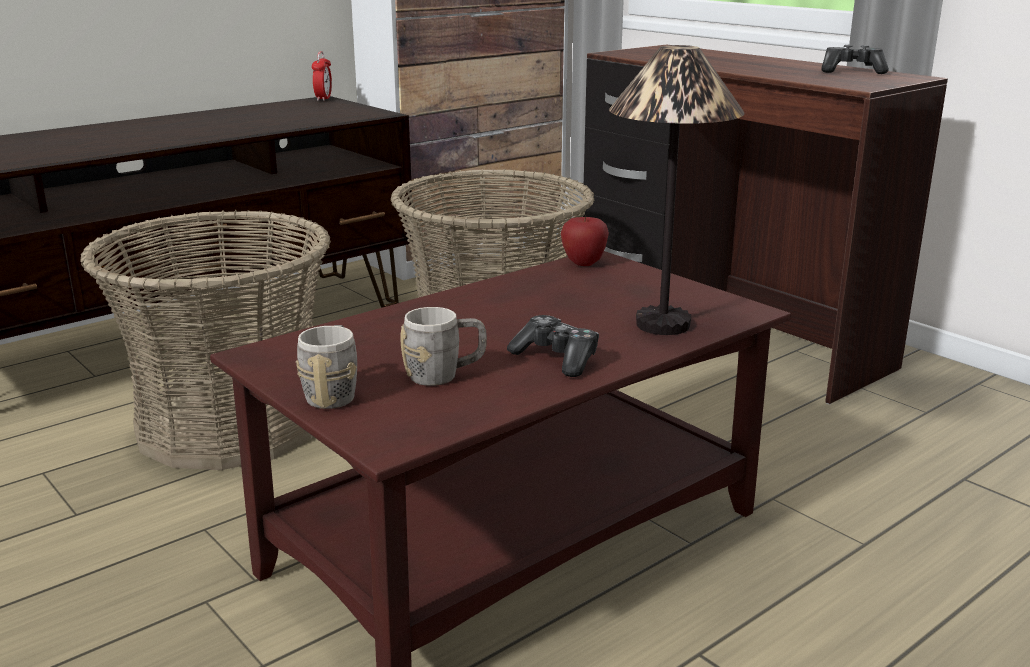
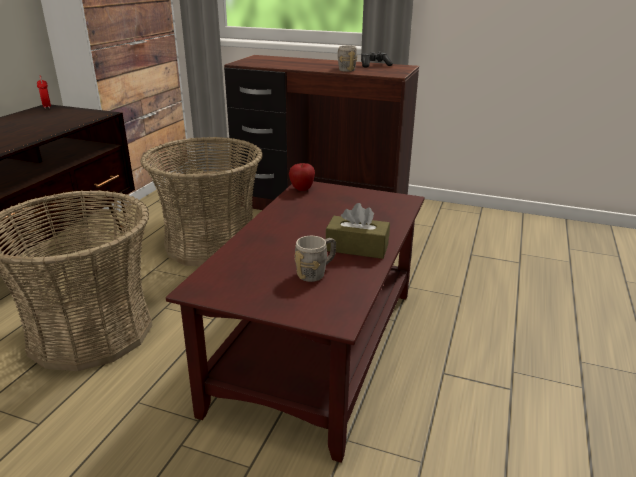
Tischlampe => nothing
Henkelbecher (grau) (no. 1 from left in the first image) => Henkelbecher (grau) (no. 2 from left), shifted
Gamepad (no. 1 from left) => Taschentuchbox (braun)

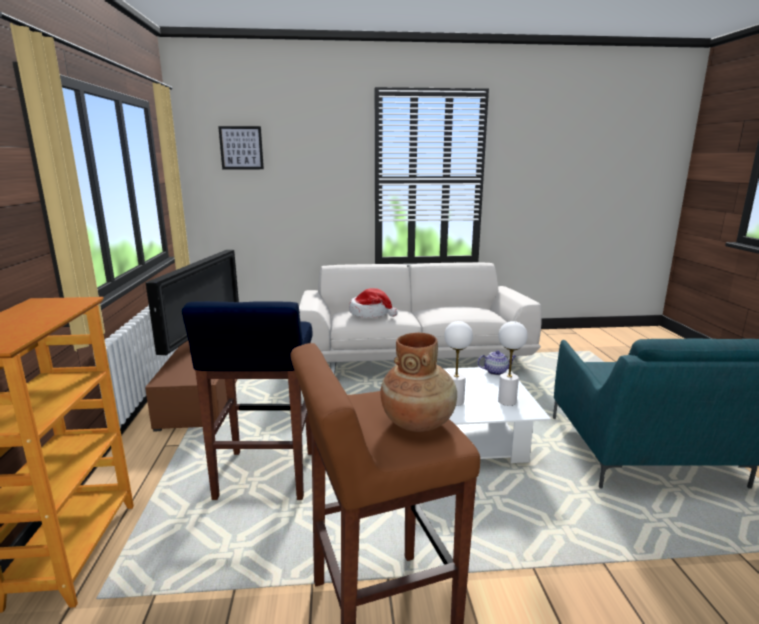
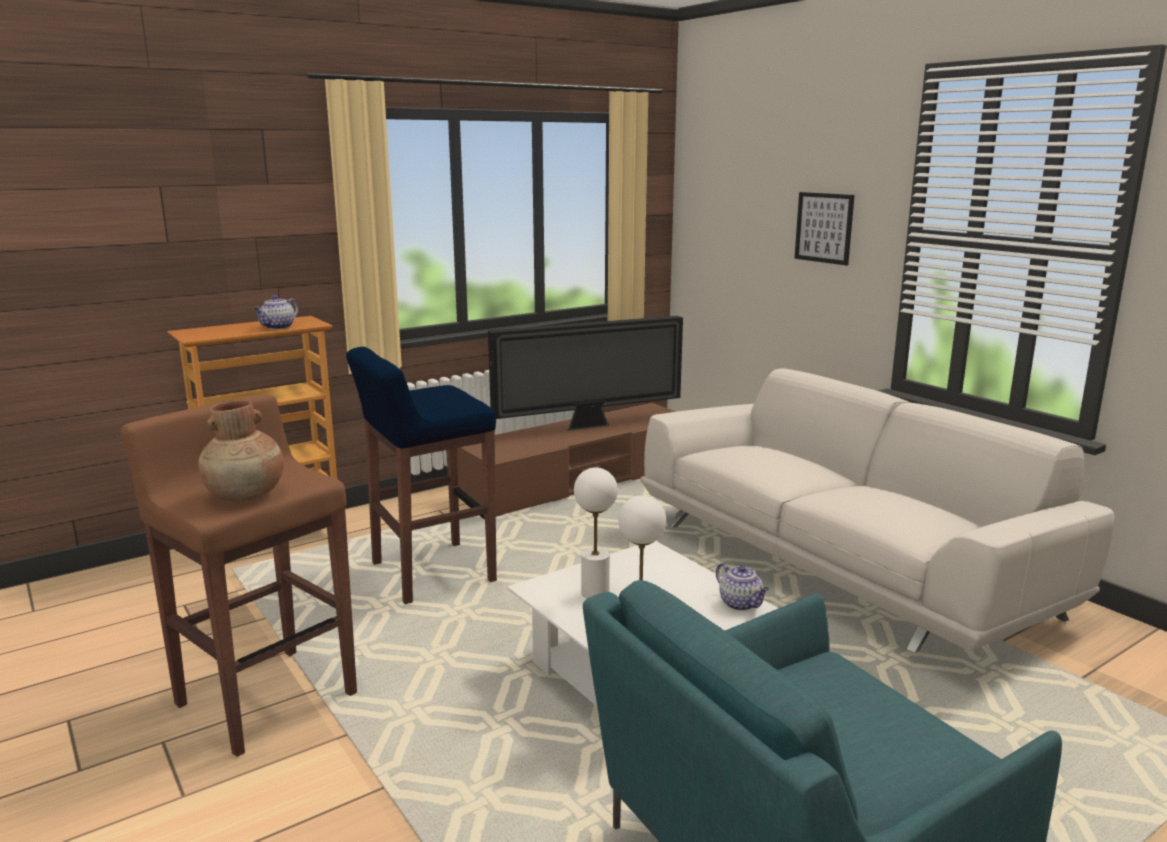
Hut => nothing
nothing => Teekanne (no. 1 from left)
Bild, shifted

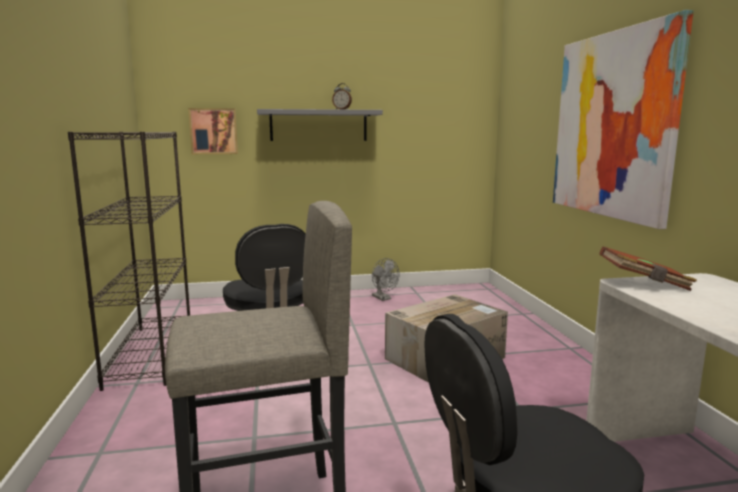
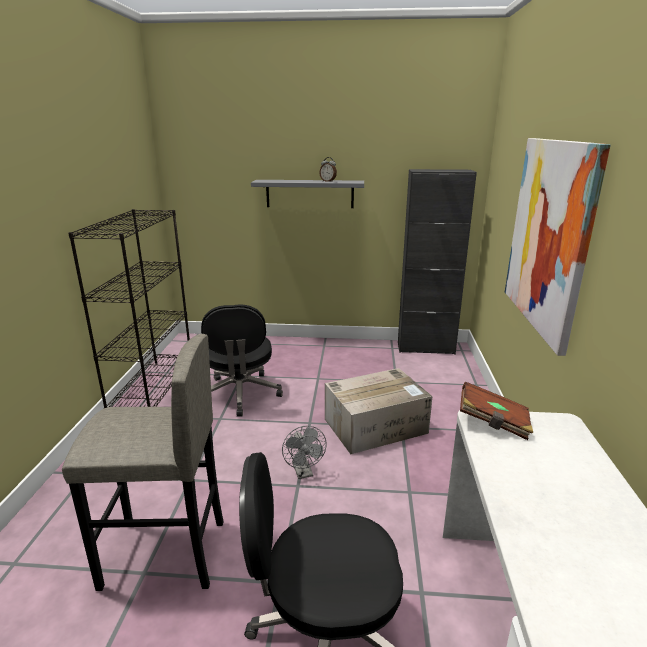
Bild (no. 1 from left) => nothing
nothing => Schrank (schwarz)
Ventilator (grau), shifted

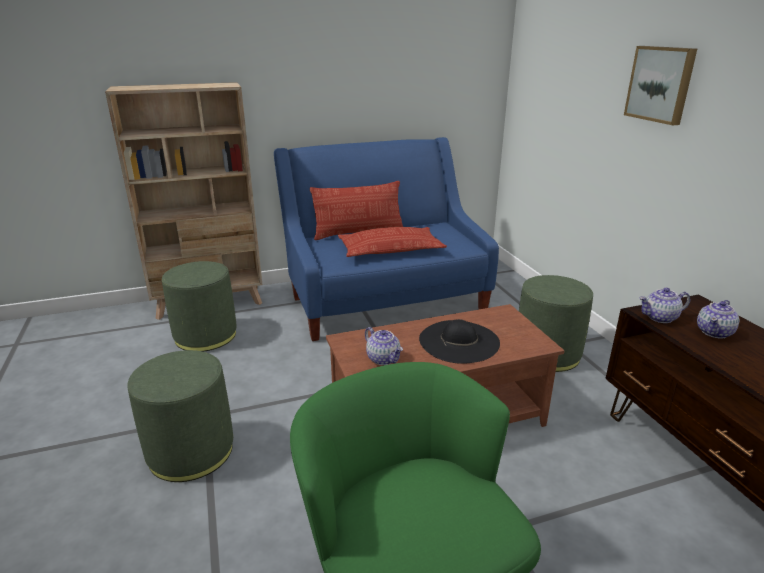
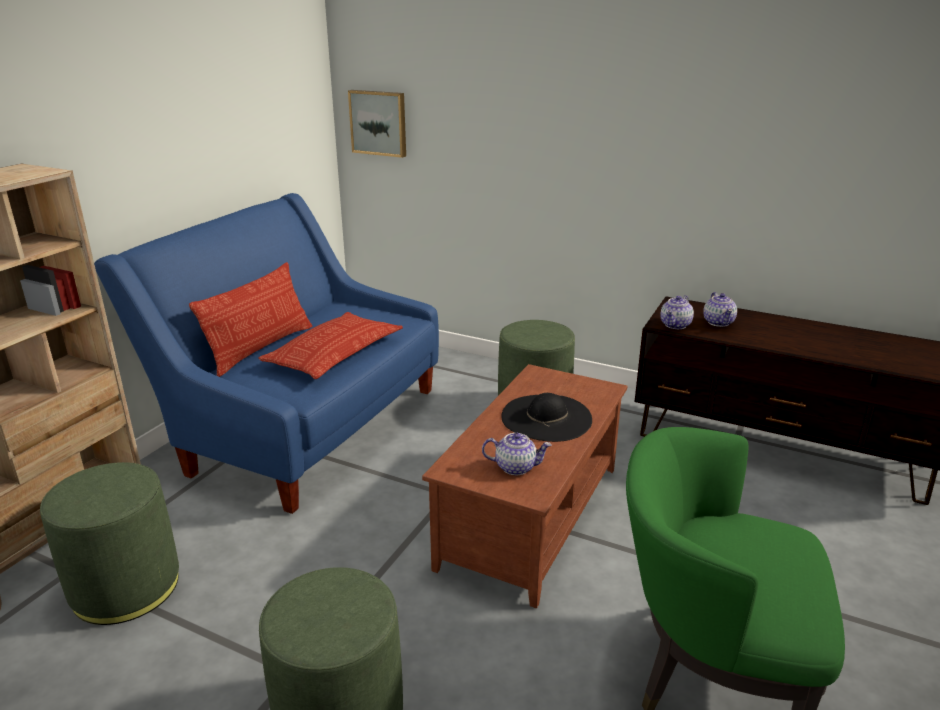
Bild, shifted

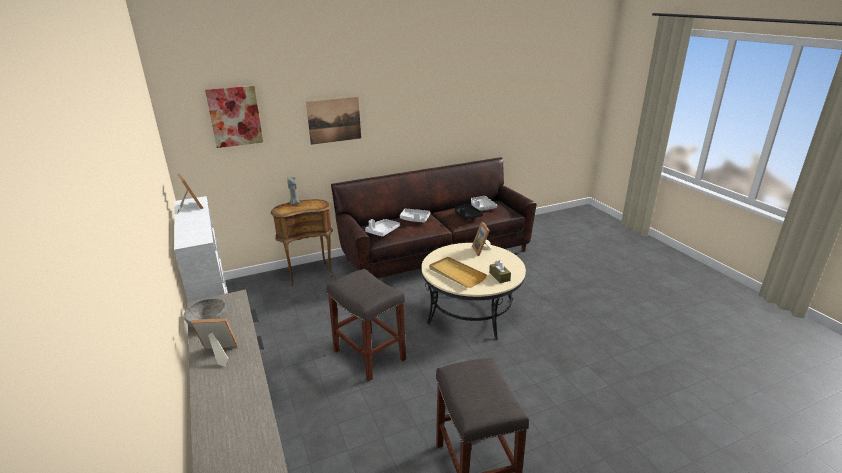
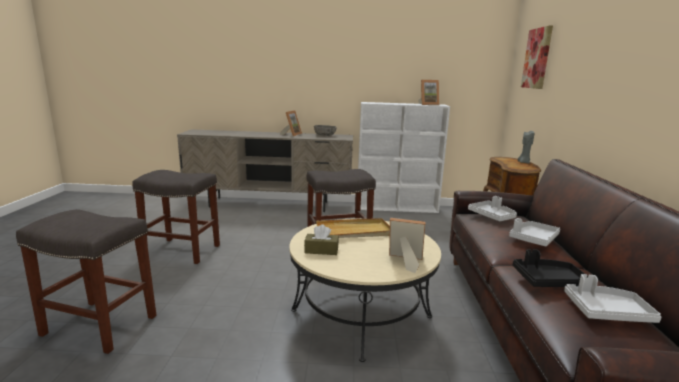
Bild (no. 2 from left) => nothing
nothing => Hocker (grau) (no. 1 from left)

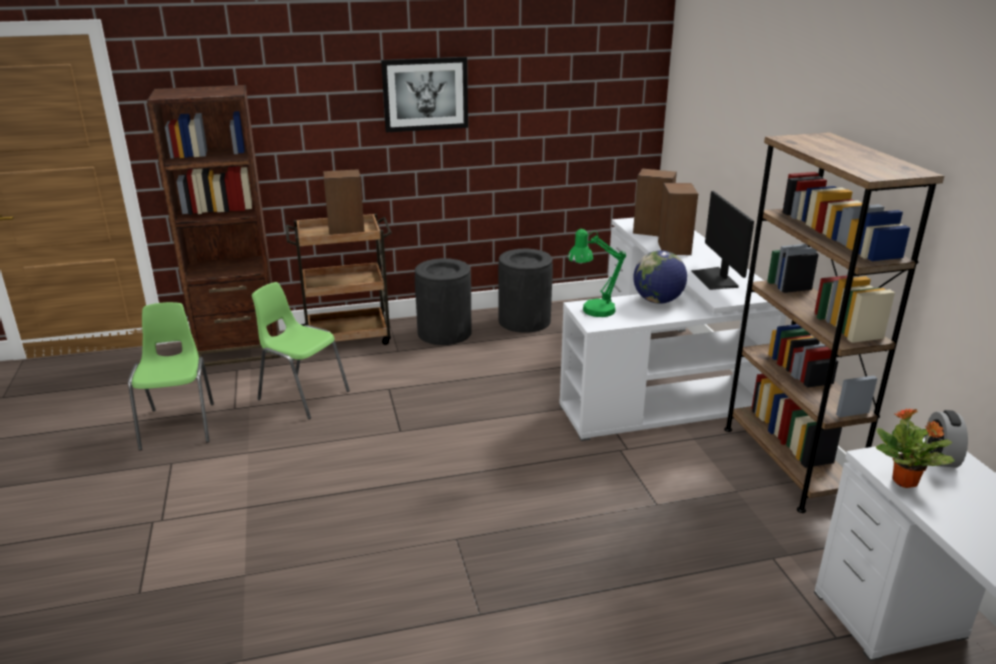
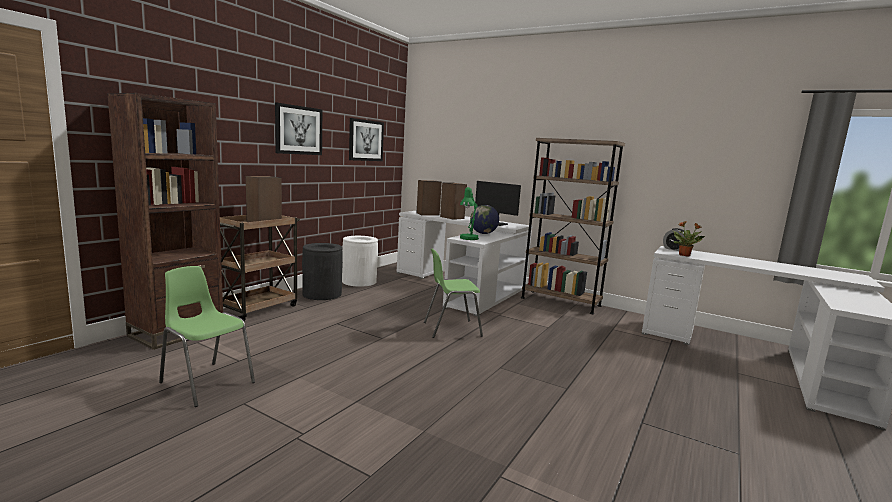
nothing => Bild (no. 2 from left)
Stuhl (grün) (no. 2 from left), shifted
Mülleimer (schwarz) (no. 2 from left) => Mülleimer (weiß)

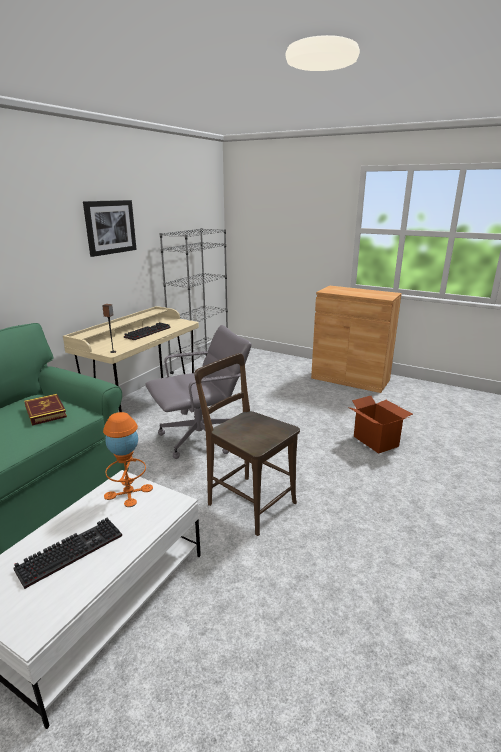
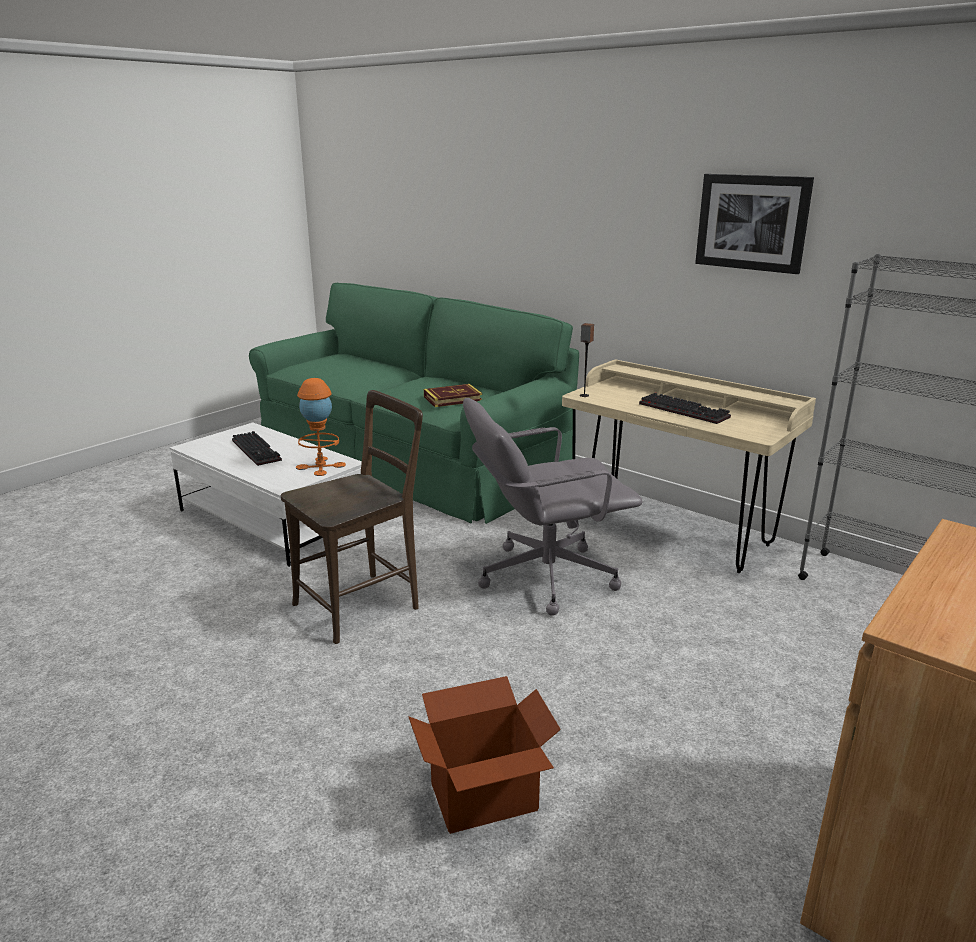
Bürostuhl (grau), 90 degrees clockwise

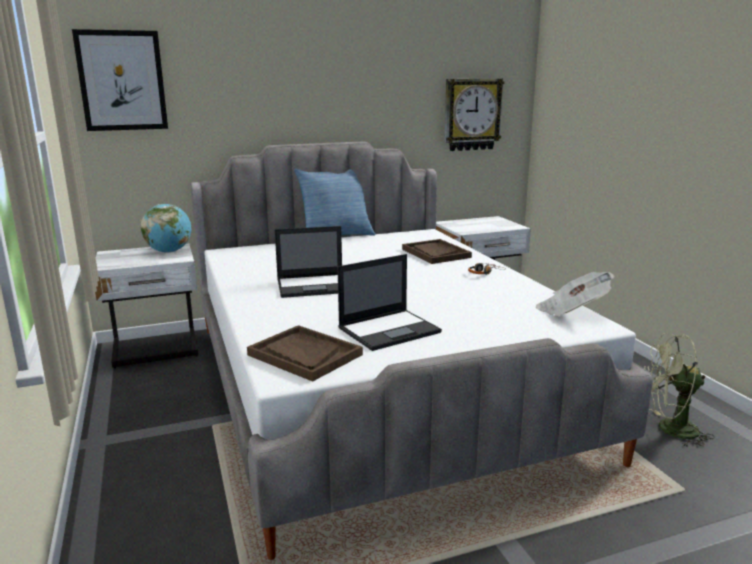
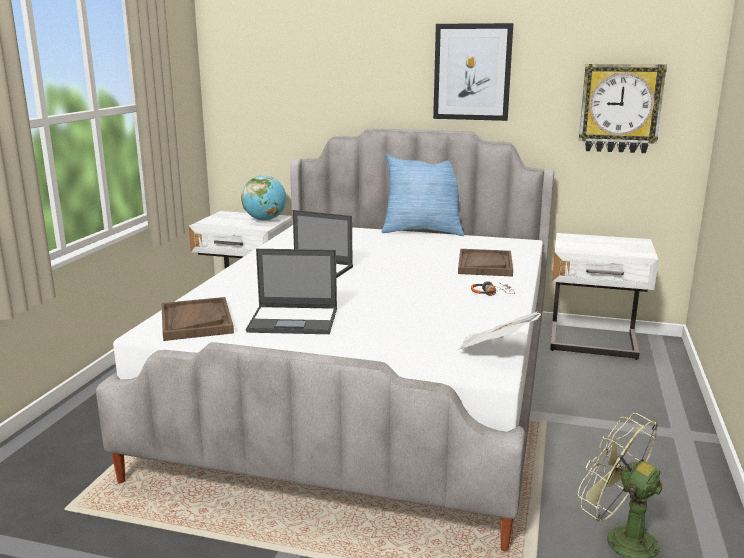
Bild, shifted

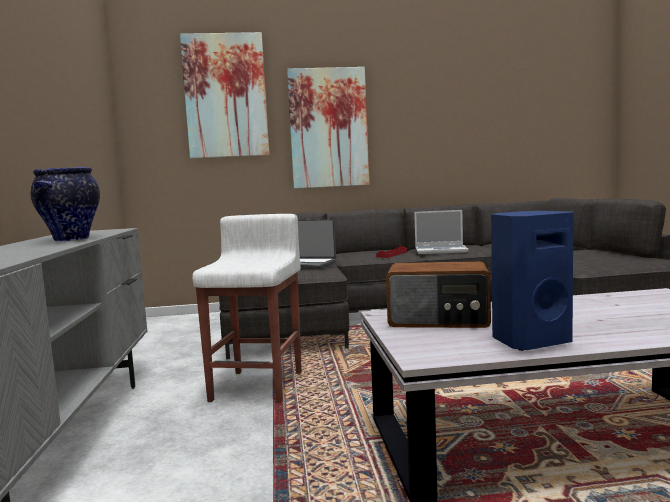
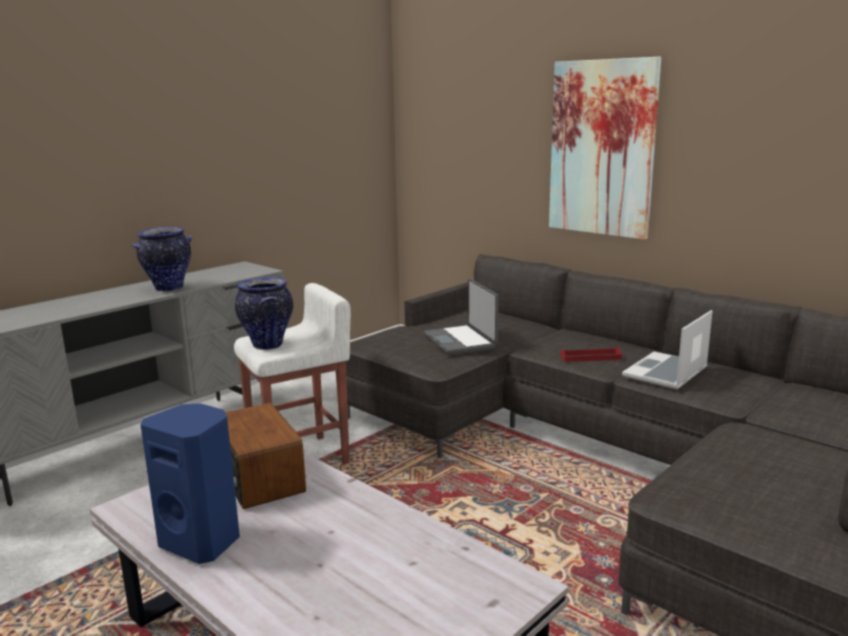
Bild (no. 1 from left) => nothing
nothing => Vase (no. 2 from left)
Laptop (no. 2 from left), 75 degrees clockwise

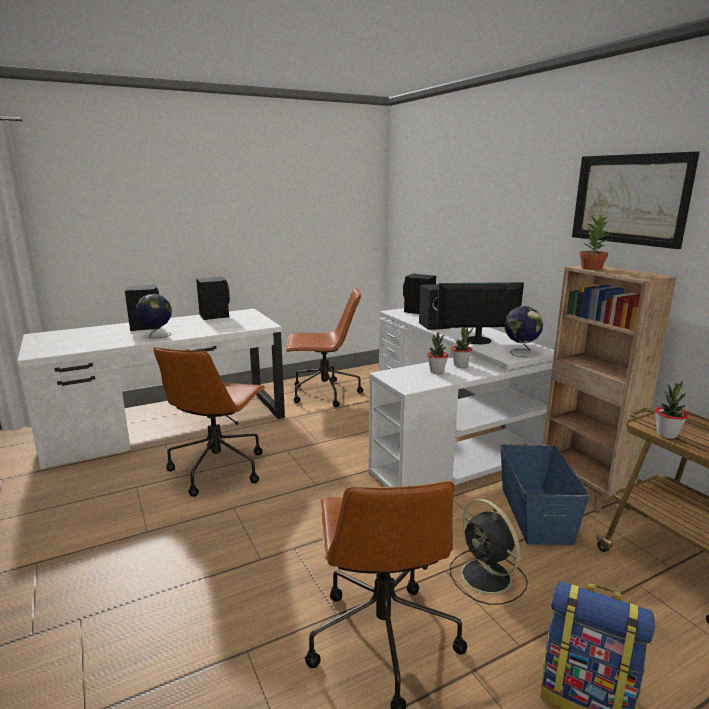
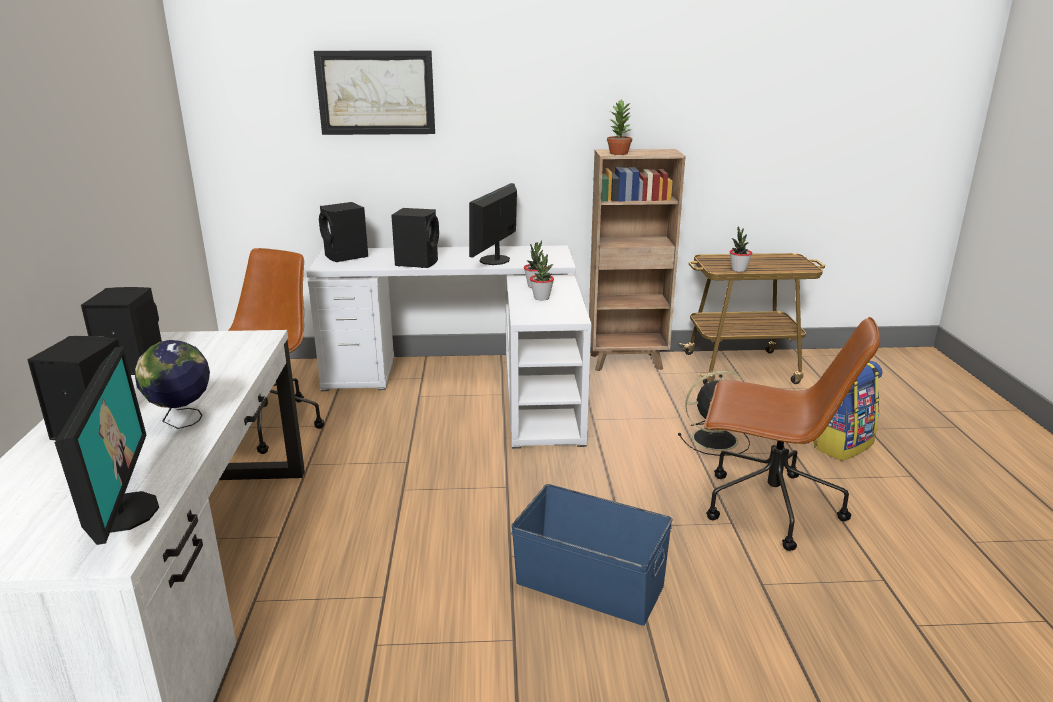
Bürostuhl (braun) (no. 1 from left) => nothing
Globus (no. 2 from left) => nothing
nothing => Monitor (no. 1 from left)
Aufbewahrungsbox (blau), shifted
Bild, shifted

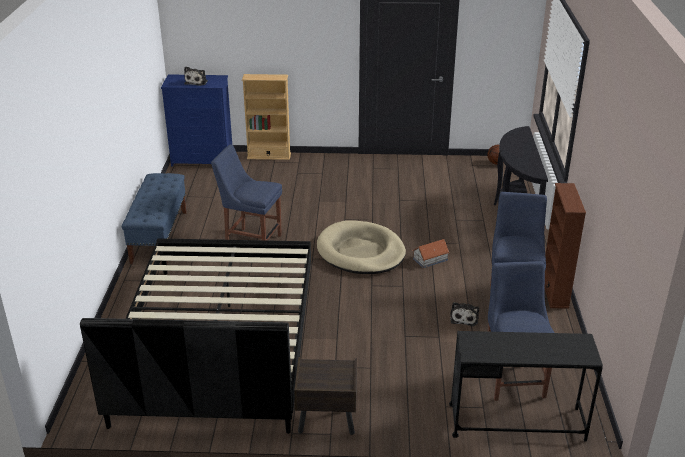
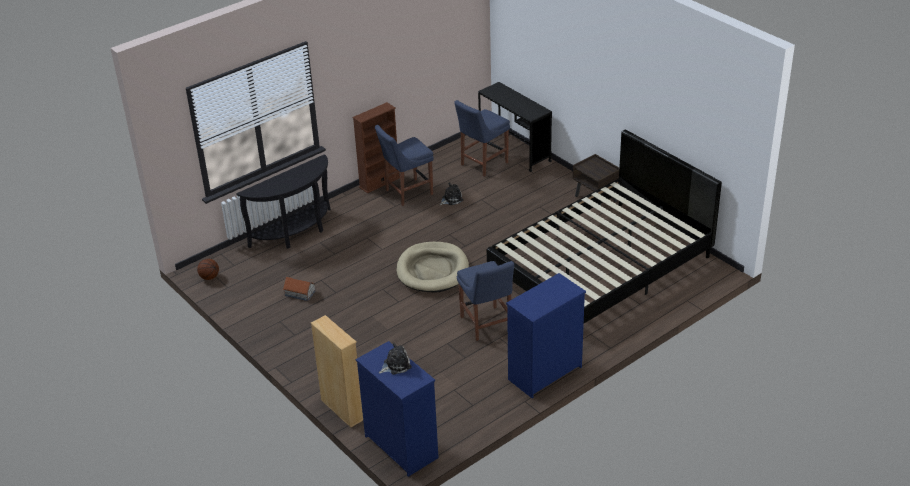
Spielzeughaus, shifted
Bank (blau) => Kommode (blau) (no. 2 from left)

